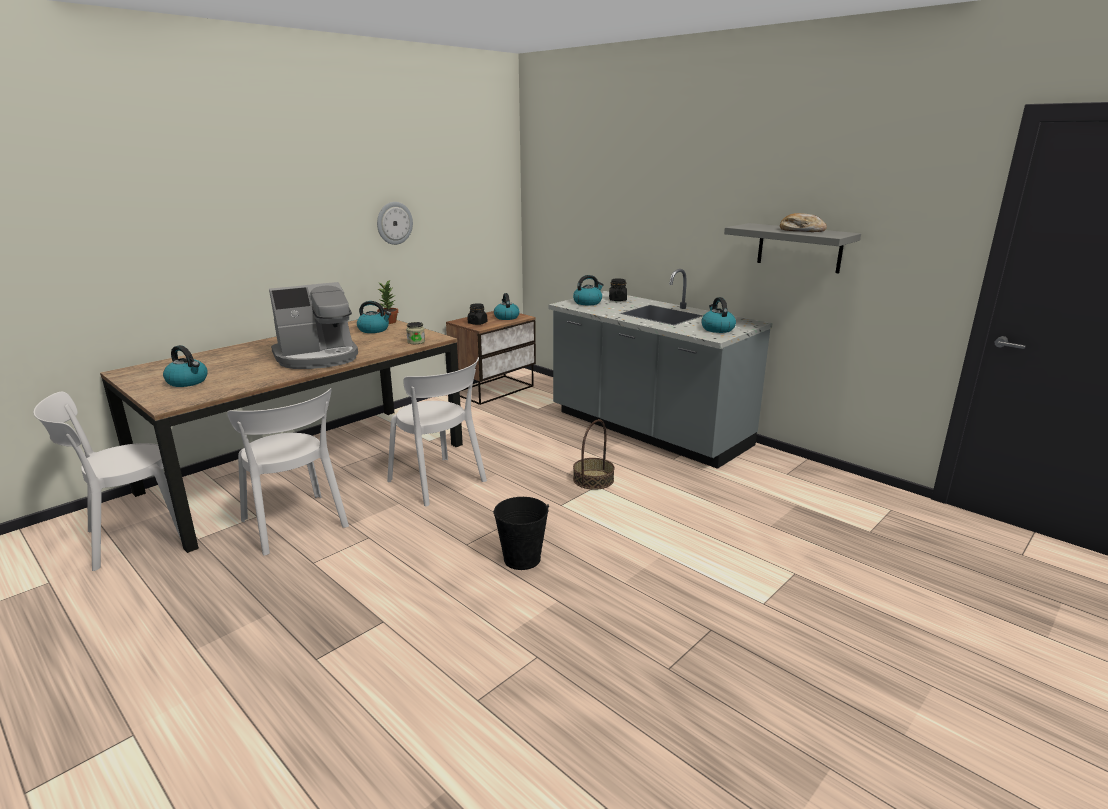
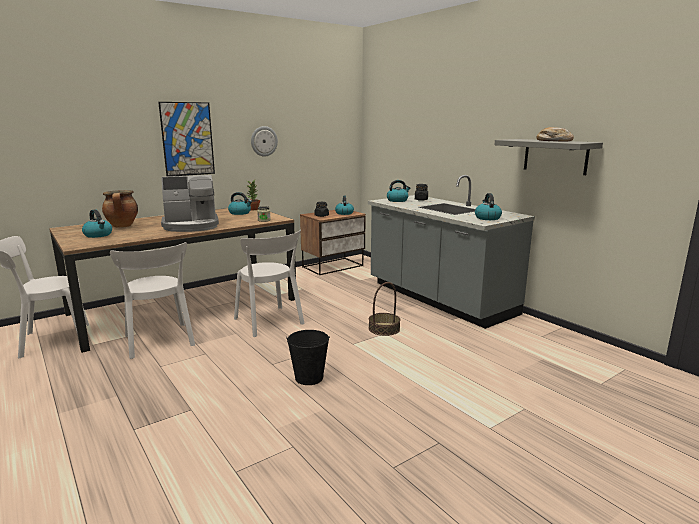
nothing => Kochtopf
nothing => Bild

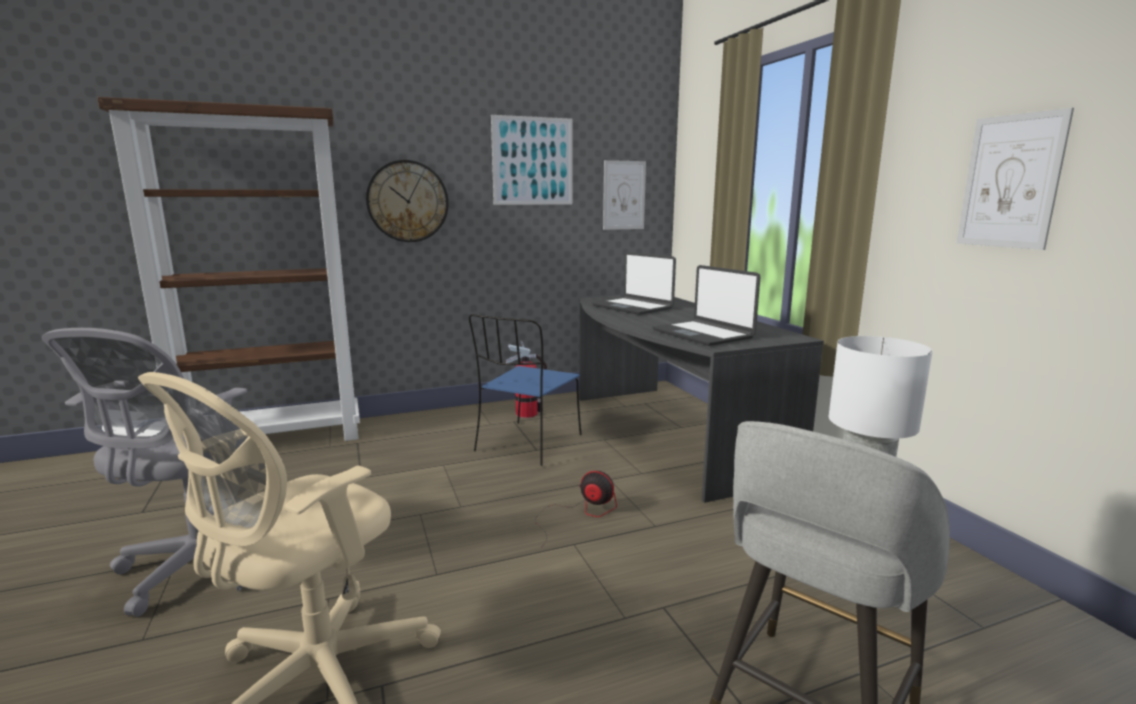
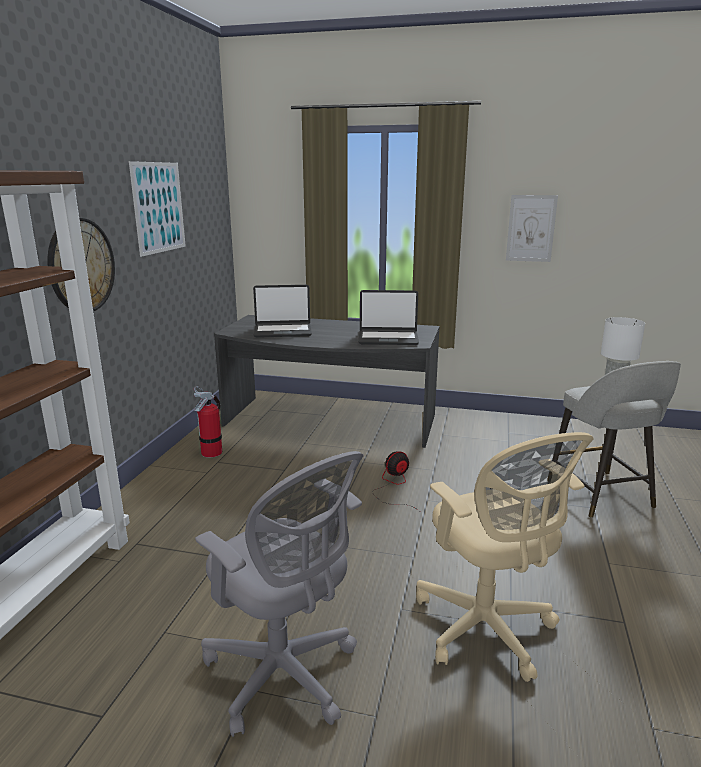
Stuhl (blau) => nothing
Bild (no. 2 from left) => nothing

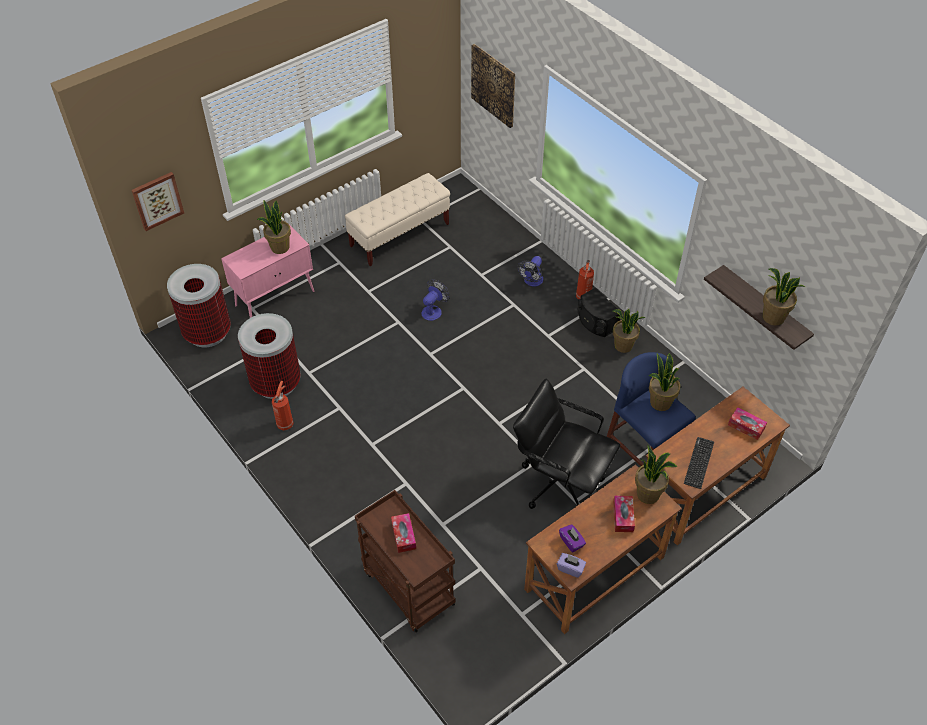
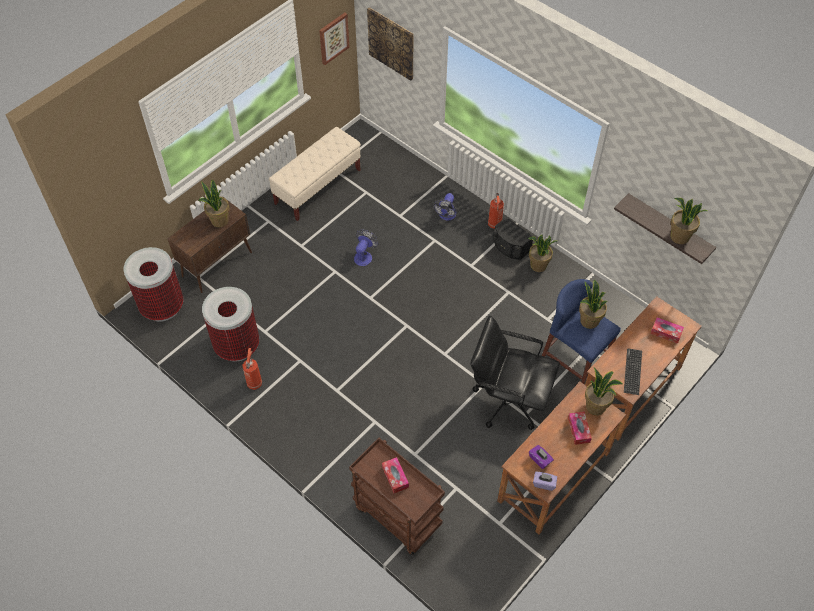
Bild (no. 1 from left), shifted
Schrank (rosa) => Schrank (braun)

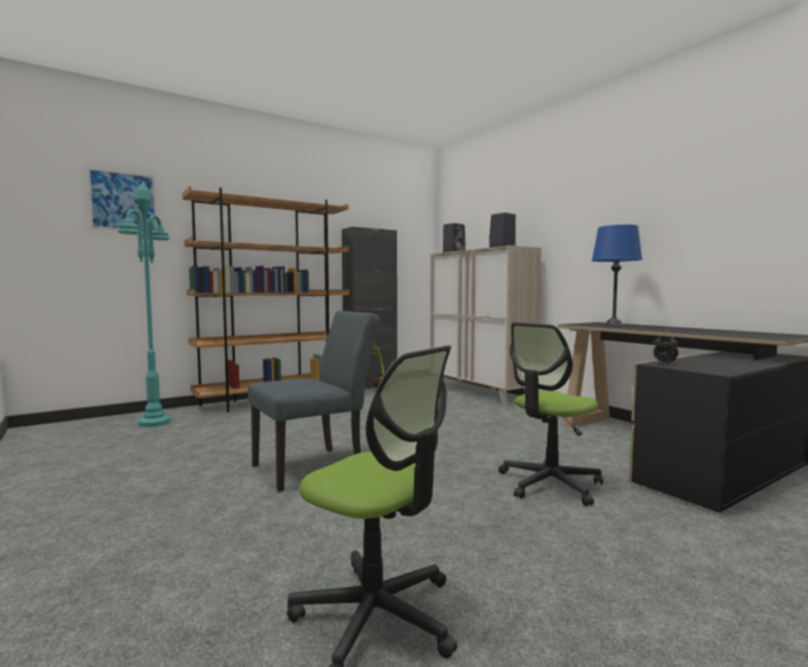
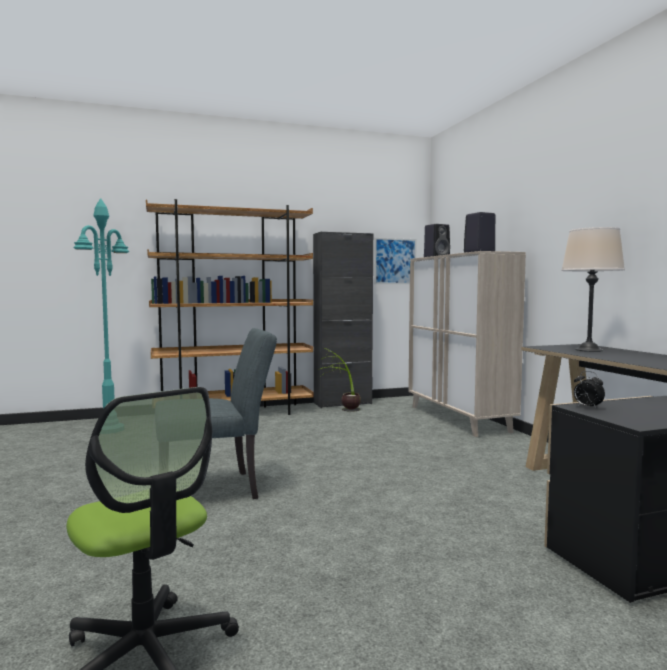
Bürostuhl (no. 2 from left) => nothing
Bild, shifted
Tischlampe (blau) => Tischlampe (beige)

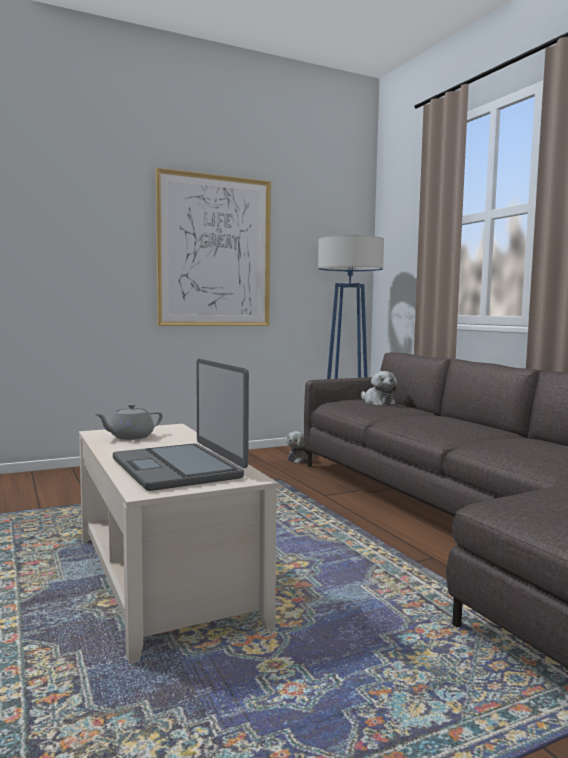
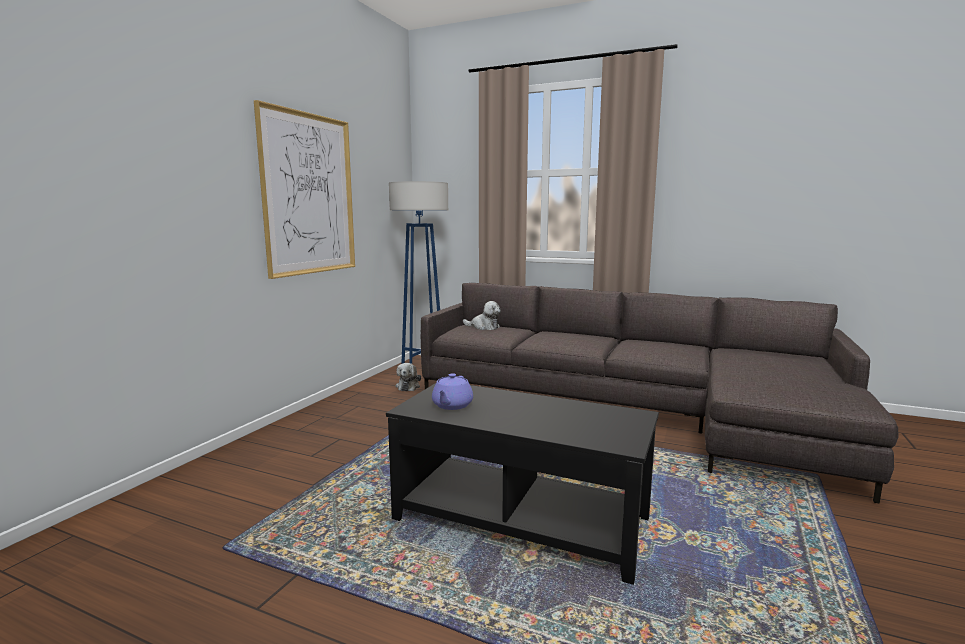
Laptop => nothing
Couchtisch (beige) => Couchtisch (schwarz)
Teekanne (grau) => Teekanne (lila)

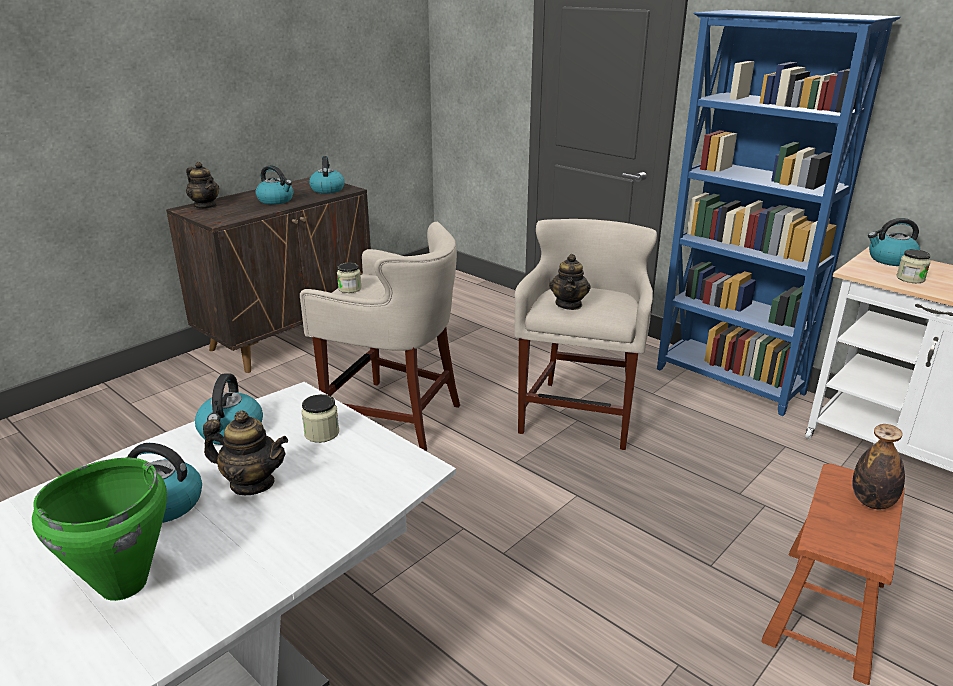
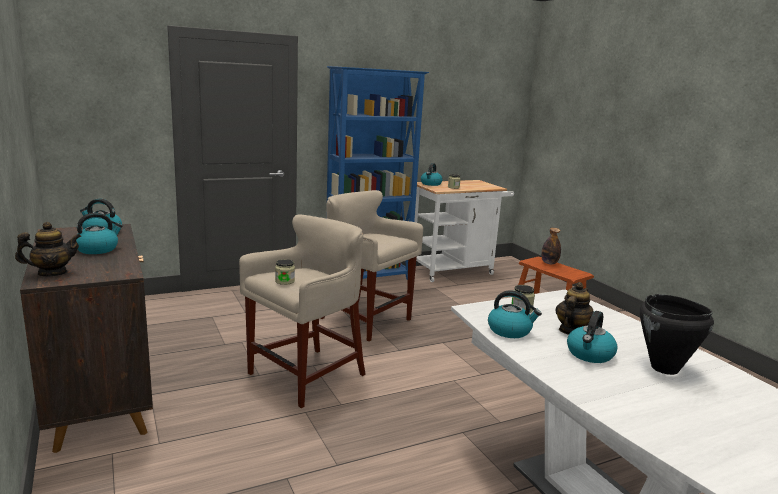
Teekanne (no. 3 from left) => nothing
Kochtopf (grün) => Kochtopf (schwarz)

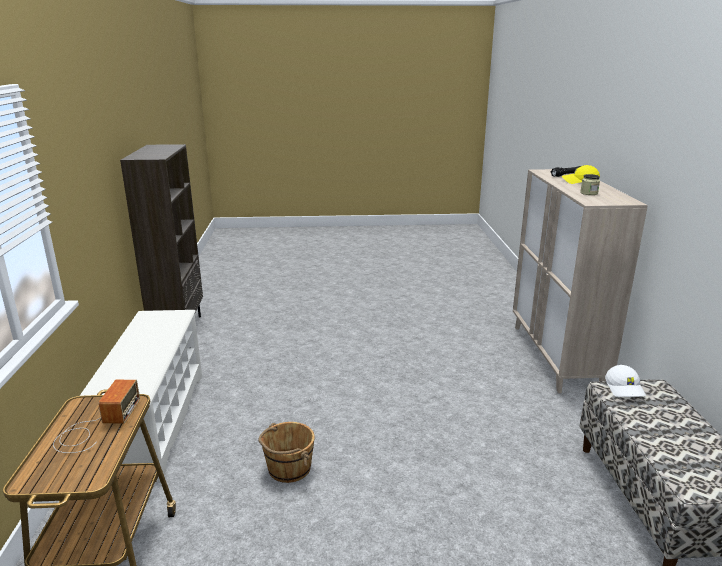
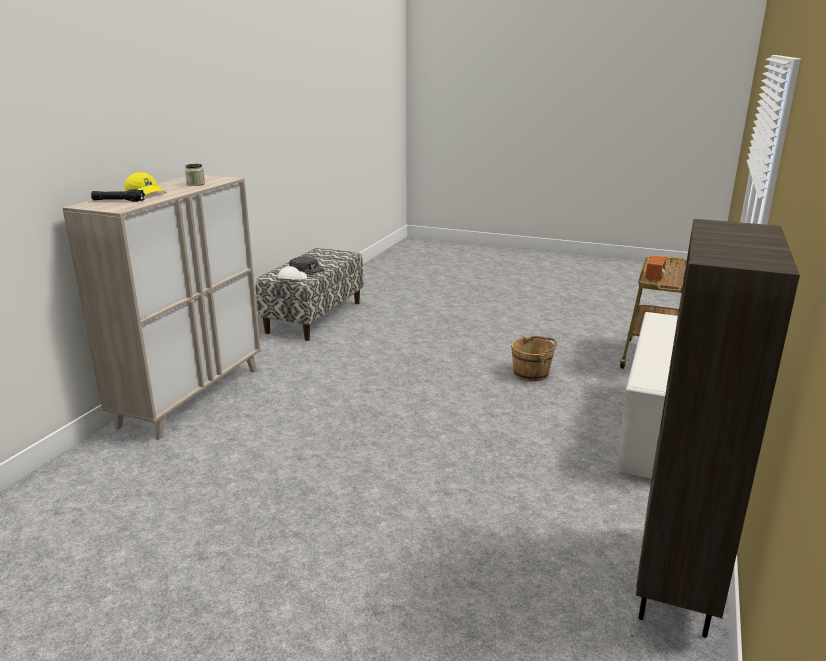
nothing => Kappe (schwarz)

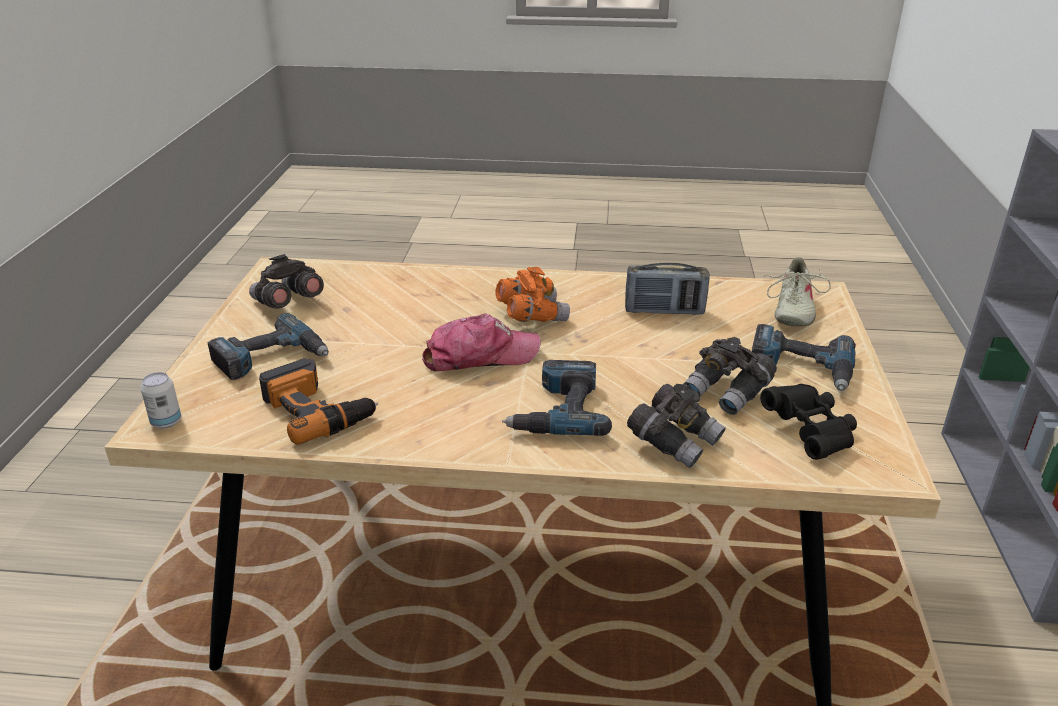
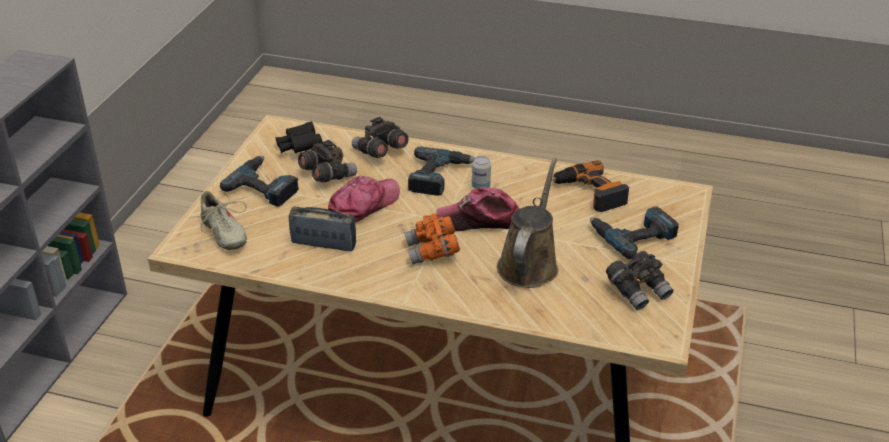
nothing => Kappe (no. 1 from left)
nothing => Gießkanne (braun)
Dose, shifted
Schuh (beige), 120 degrees clockwise

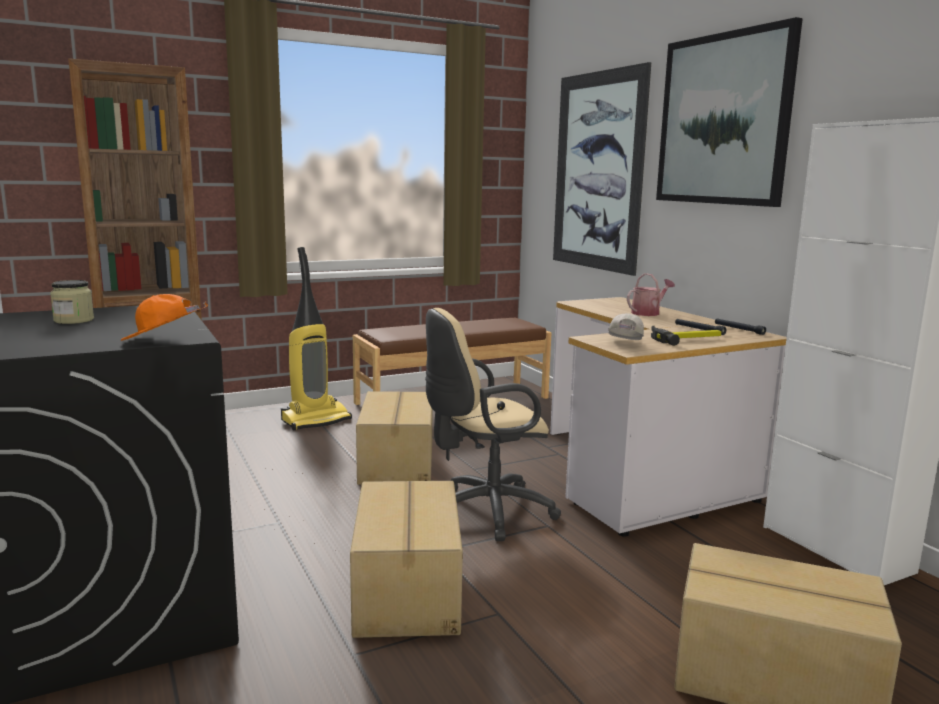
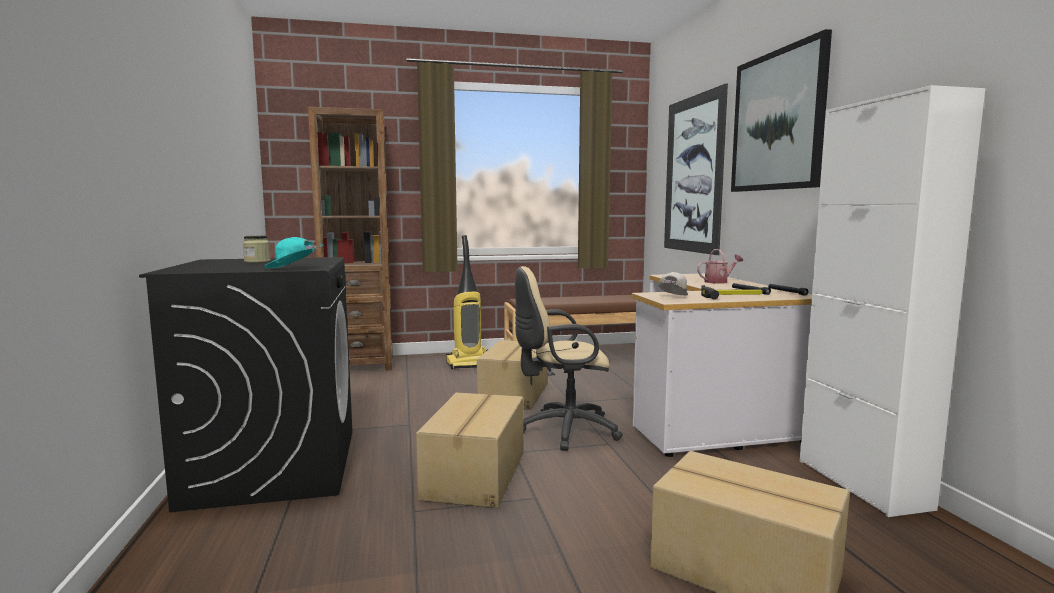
Kappe (orange) => Kappe (türkis)

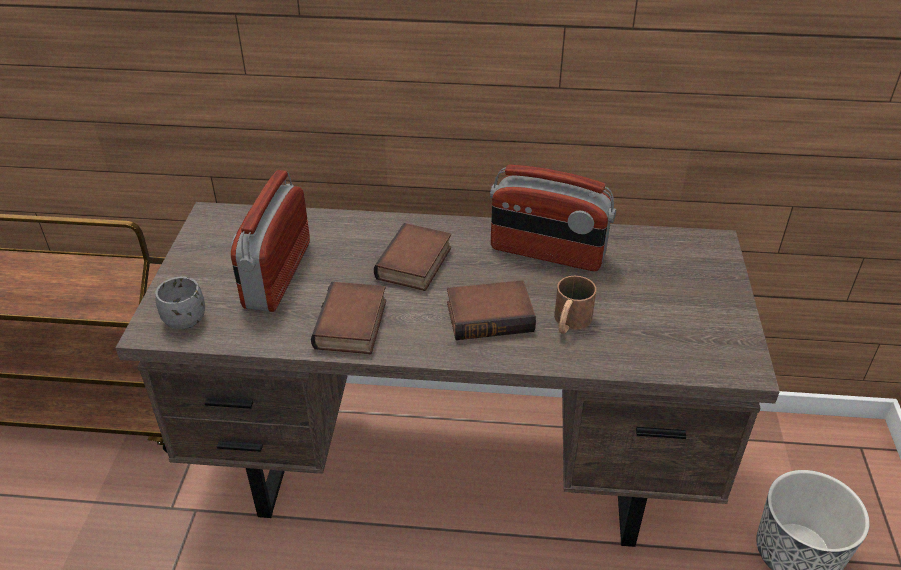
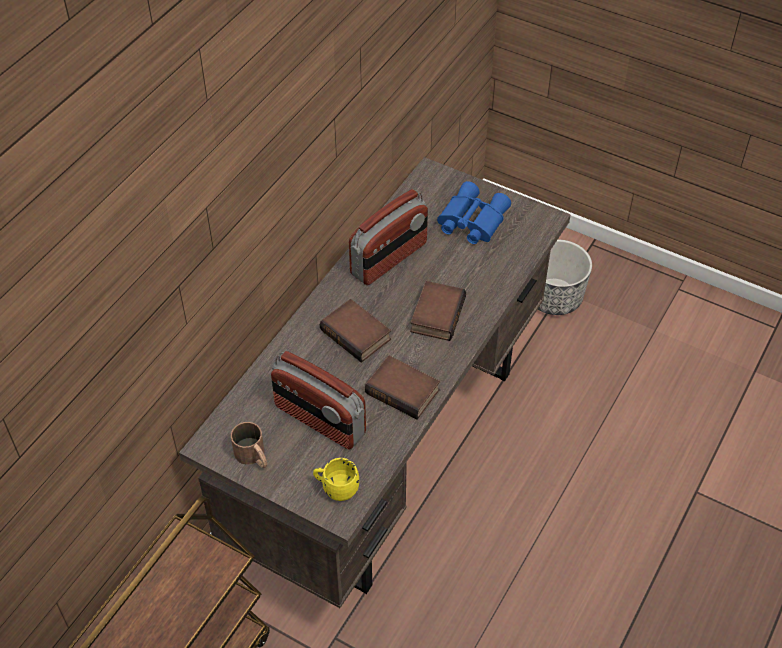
nothing => Fernglas (blau)
Henkelbecher (braun), shifted
Henkelbecher (grau) => Henkelbecher (gelb)

